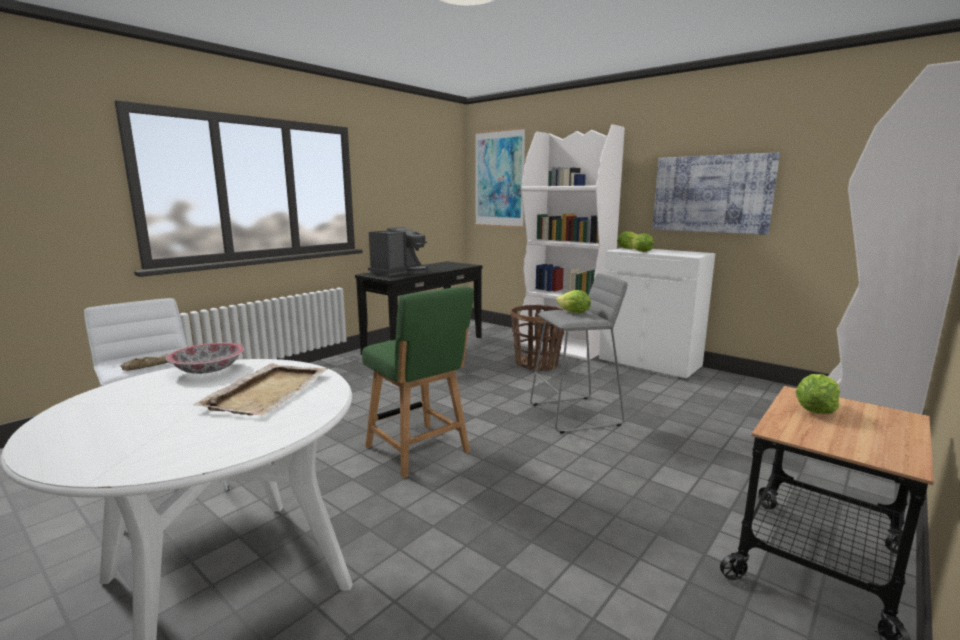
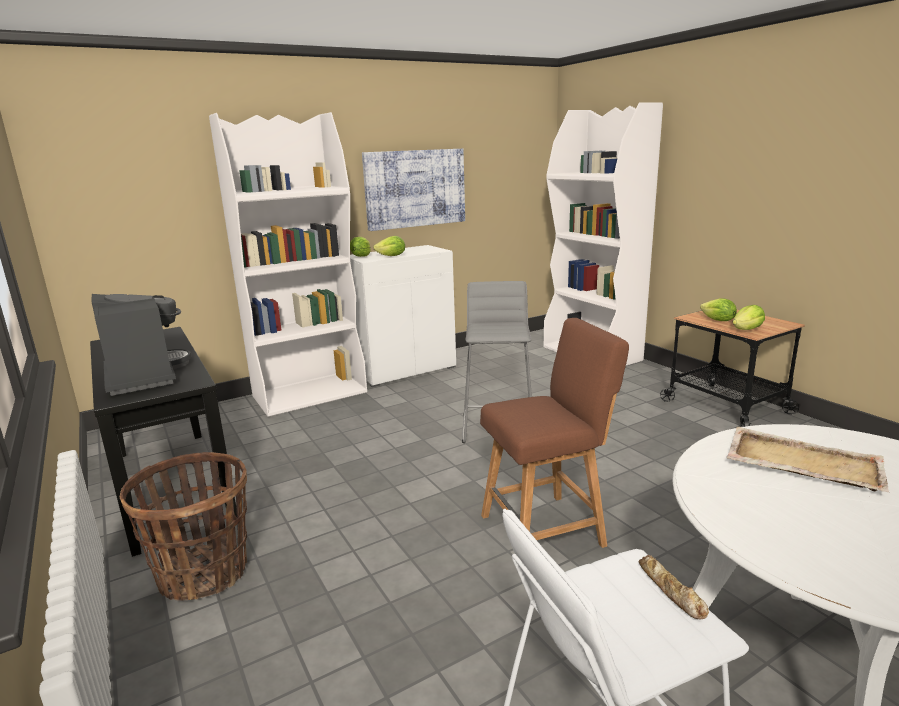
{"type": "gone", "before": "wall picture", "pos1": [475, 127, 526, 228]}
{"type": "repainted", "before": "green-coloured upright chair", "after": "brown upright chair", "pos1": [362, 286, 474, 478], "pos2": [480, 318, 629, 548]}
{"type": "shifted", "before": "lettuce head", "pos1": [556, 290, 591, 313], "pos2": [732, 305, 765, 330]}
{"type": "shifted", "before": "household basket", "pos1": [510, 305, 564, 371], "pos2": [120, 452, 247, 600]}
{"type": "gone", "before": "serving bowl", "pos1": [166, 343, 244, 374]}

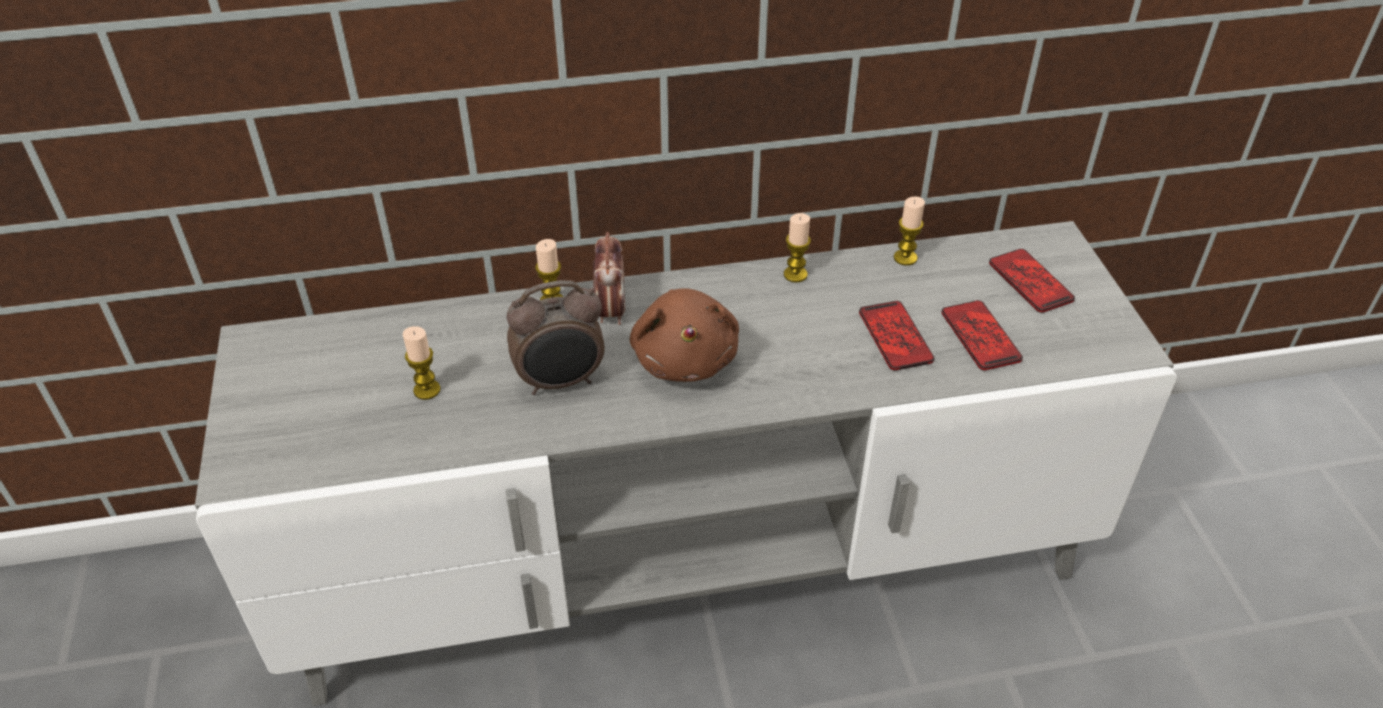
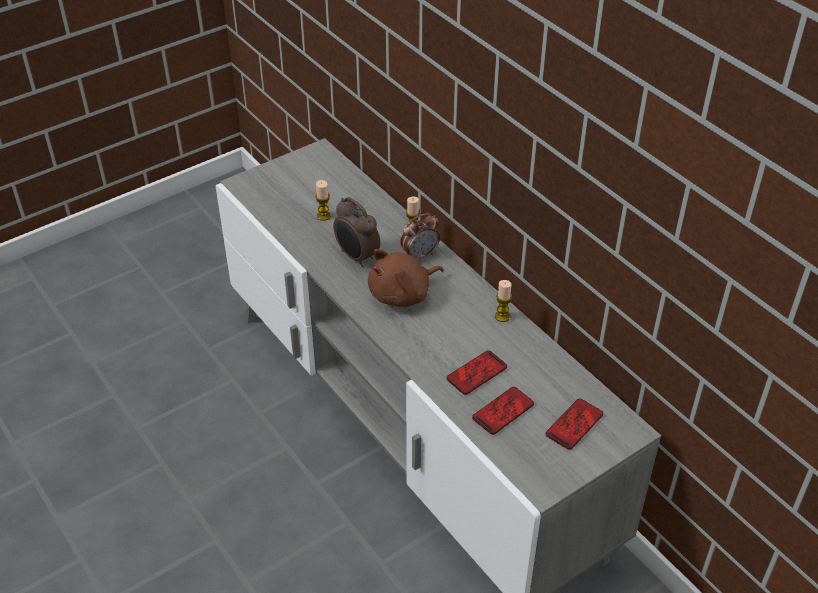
{"type": "gone", "before": "wax light", "pos1": [894, 196, 925, 266]}

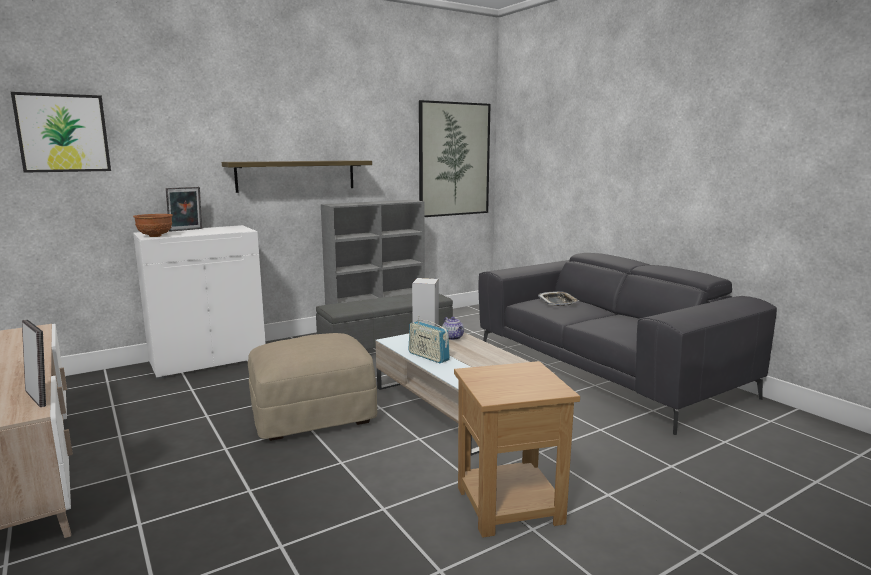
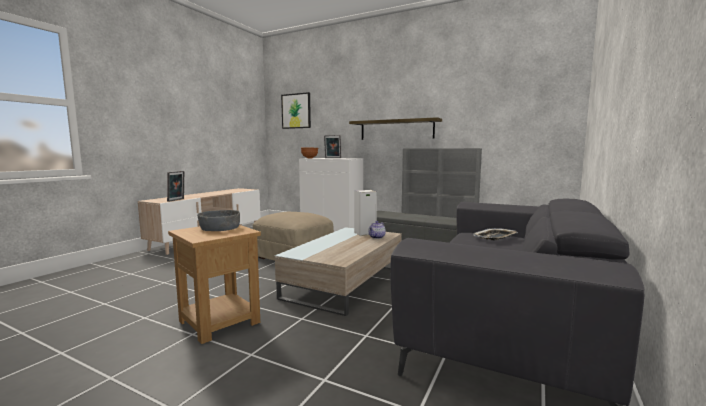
{"type": "gone", "before": "wall picture", "pos1": [419, 100, 491, 217]}
{"type": "gone", "before": "radio receiver", "pos1": [409, 315, 450, 363]}
{"type": "new", "after": "gray serving bowl", "pos2": [197, 210, 240, 231]}

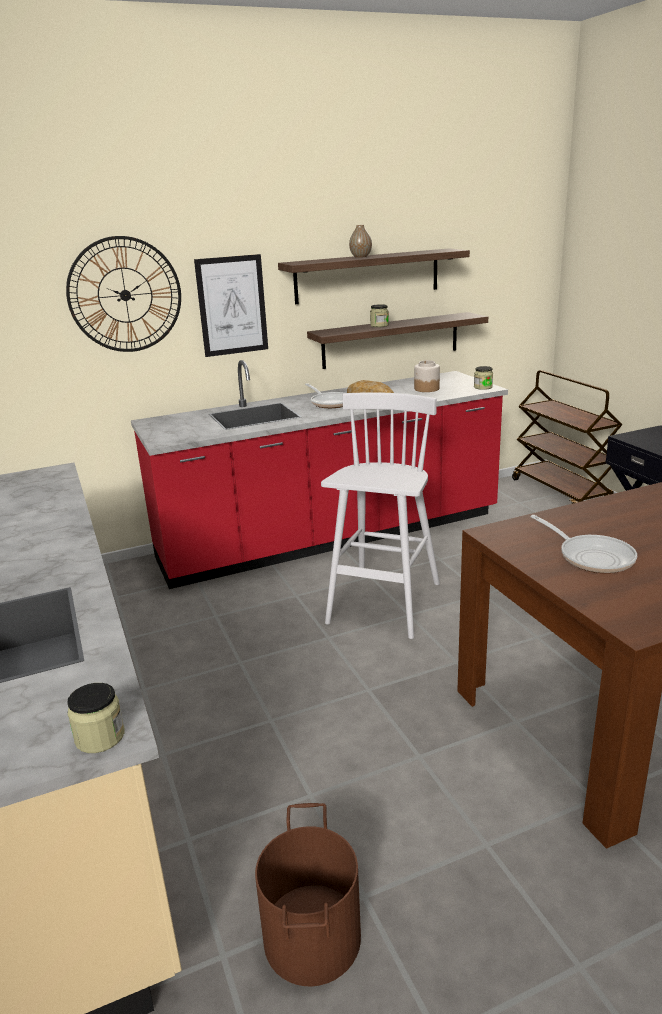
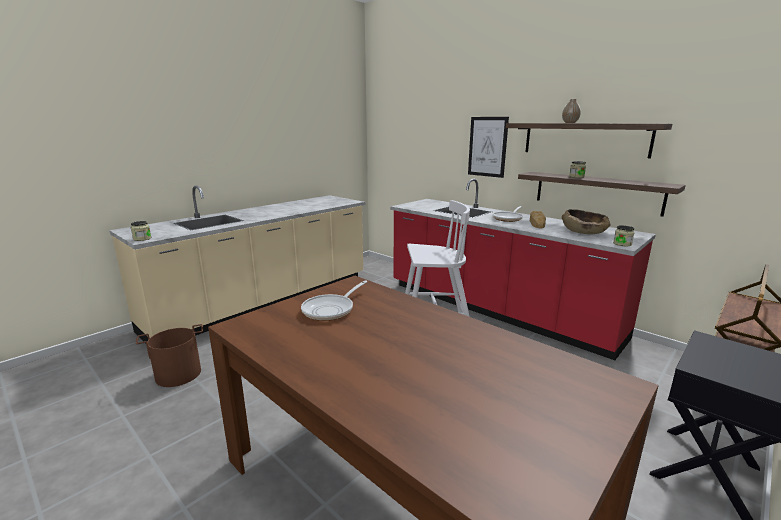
{"type": "gone", "before": "wall clock", "pos1": [66, 236, 181, 352]}
{"type": "swapped", "before": "jar", "after": "brown serving bowl", "pos1": [414, 360, 440, 392], "pos2": [562, 209, 611, 234]}

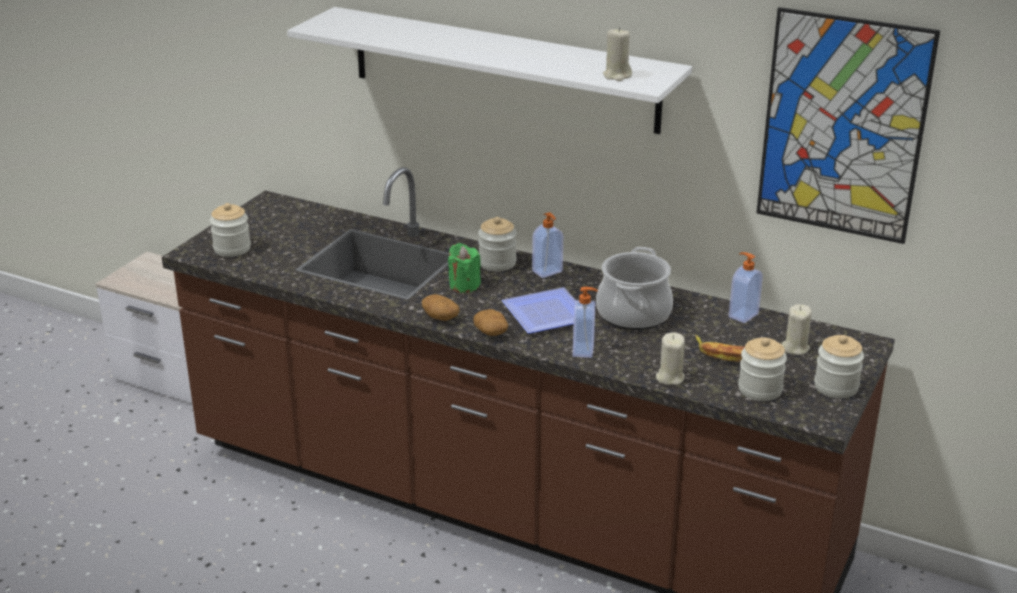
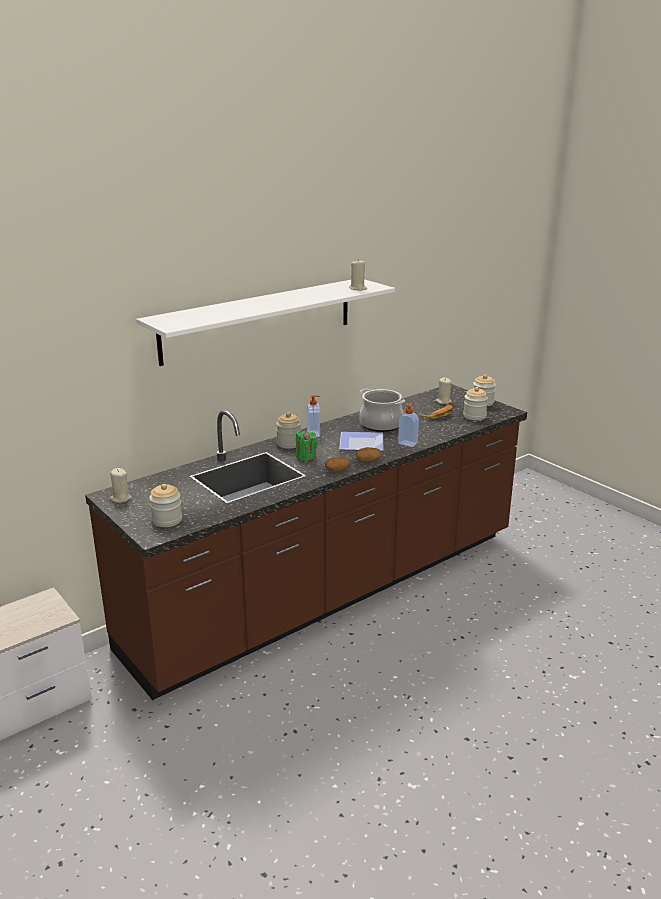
{"type": "gone", "before": "wall picture", "pos1": [757, 7, 940, 244]}
{"type": "gone", "before": "liquid soap bottle", "pos1": [729, 252, 763, 323]}
{"type": "shifted", "before": "beige wax light", "pos1": [656, 332, 685, 385], "pos2": [110, 468, 132, 503]}

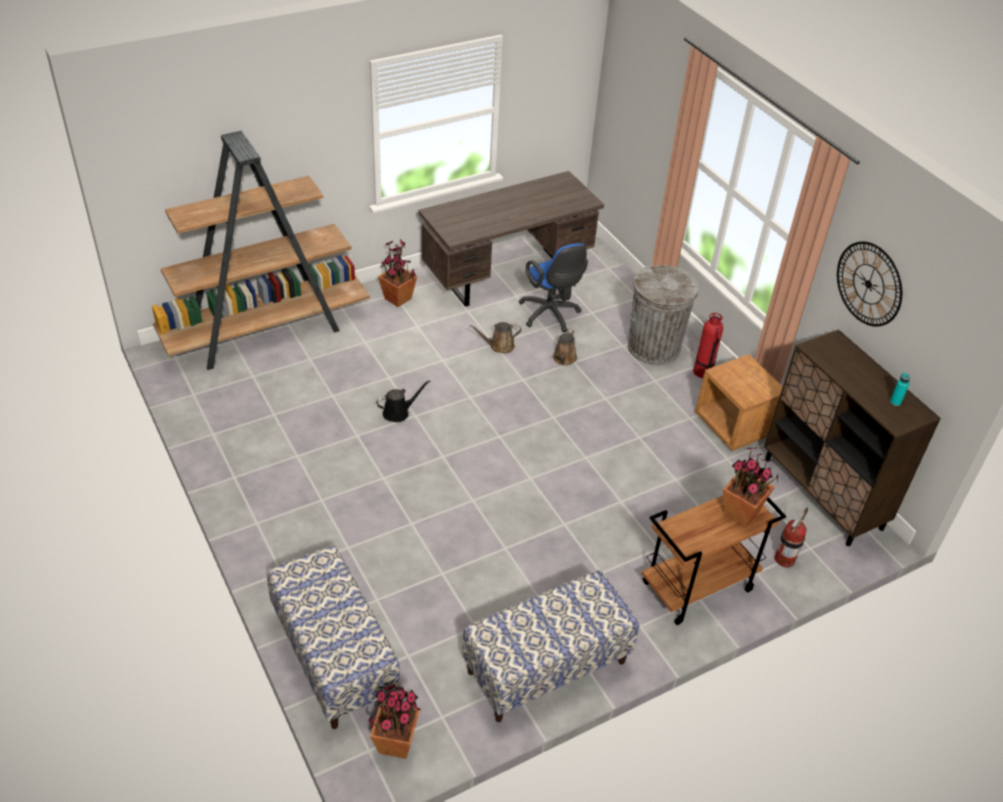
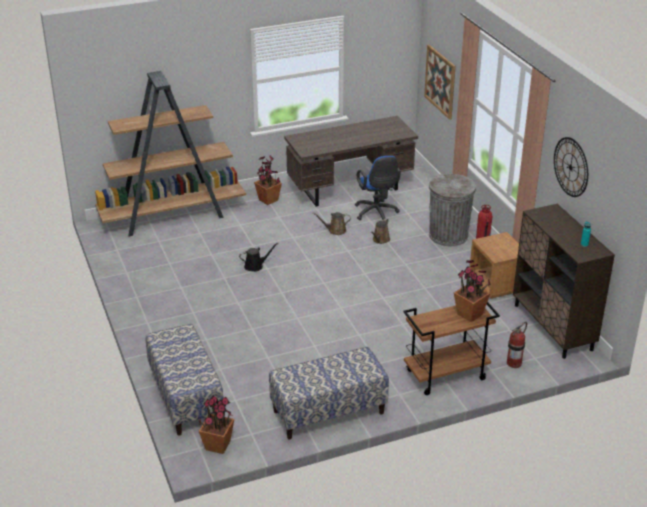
{"type": "new", "after": "wall picture", "pos2": [424, 45, 456, 120]}

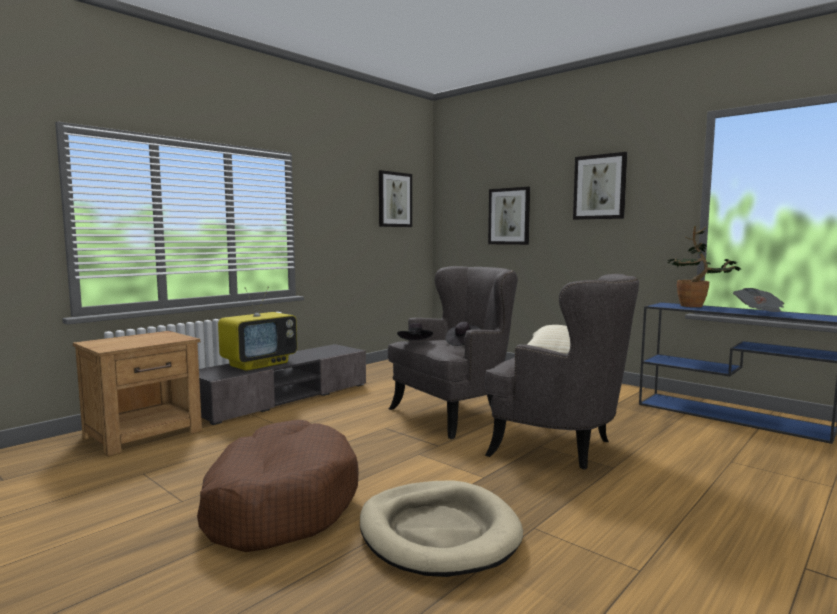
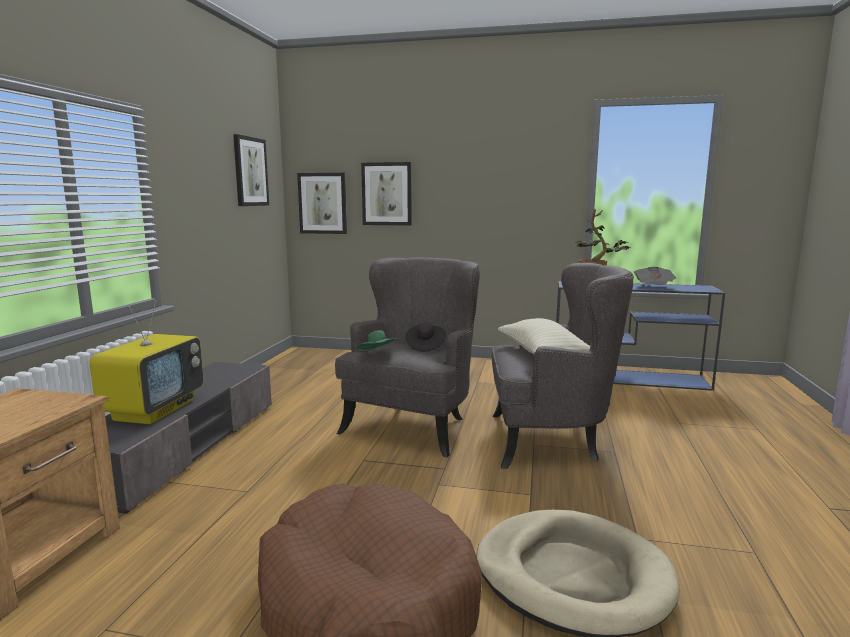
{"type": "shifted", "before": "wall picture", "pos1": [573, 152, 627, 220], "pos2": [297, 173, 347, 234]}
{"type": "repainted", "before": "black-coloured wearable hat", "after": "green-coloured wearable hat", "pos1": [397, 323, 433, 341], "pos2": [356, 331, 397, 351]}

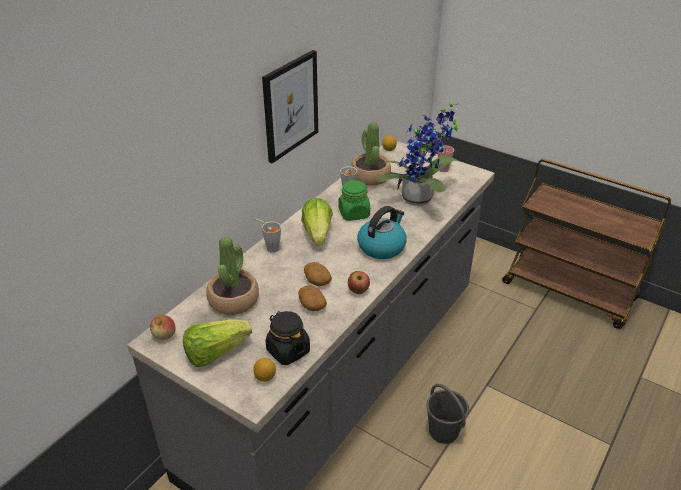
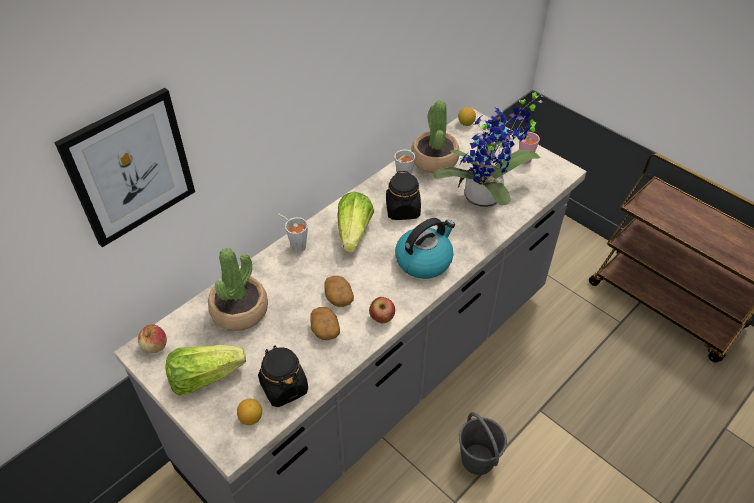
{"type": "shifted", "before": "wall picture", "pos1": [262, 50, 318, 163], "pos2": [54, 88, 195, 247]}
{"type": "repainted", "before": "green-coloured jar", "after": "black-coloured jar", "pos1": [338, 179, 370, 221], "pos2": [386, 171, 421, 220]}

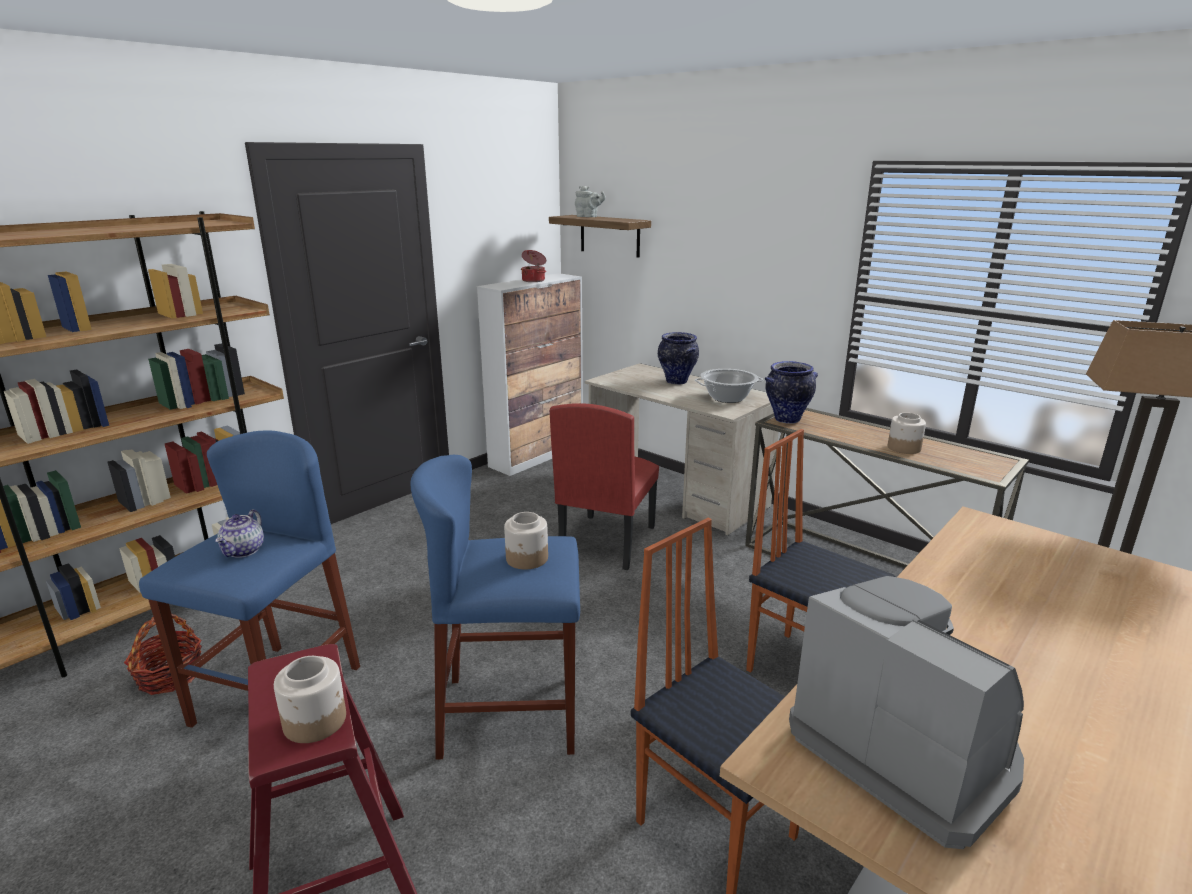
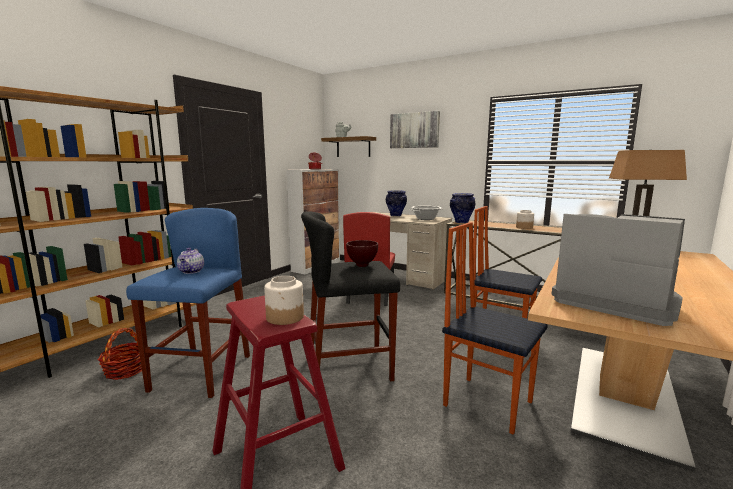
{"type": "repainted", "before": "bluish stool seat", "after": "black-coloured stool seat", "pos1": [410, 455, 580, 760], "pos2": [301, 211, 400, 387]}
{"type": "swapped", "before": "jar", "after": "brown serving bowl", "pos1": [504, 512, 548, 570], "pos2": [346, 240, 378, 267]}
{"type": "new", "after": "wall picture", "pos2": [390, 111, 440, 148]}

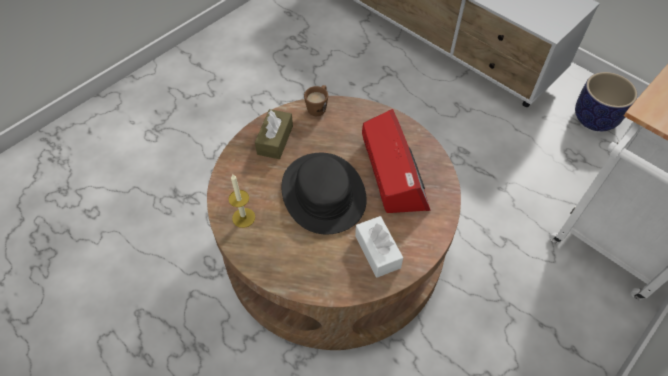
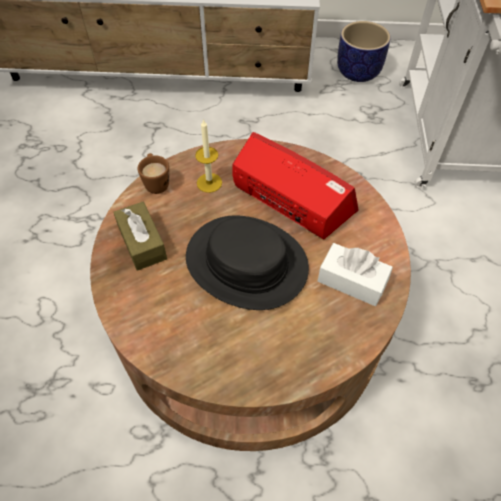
{"type": "shifted", "before": "wax light", "pos1": [228, 174, 255, 228], "pos2": [195, 119, 222, 193]}

